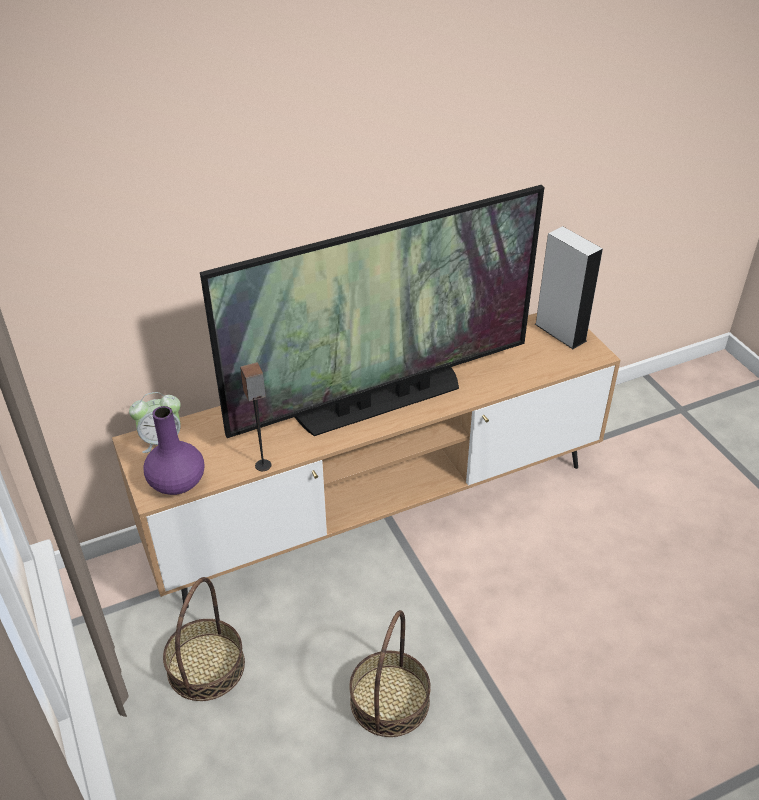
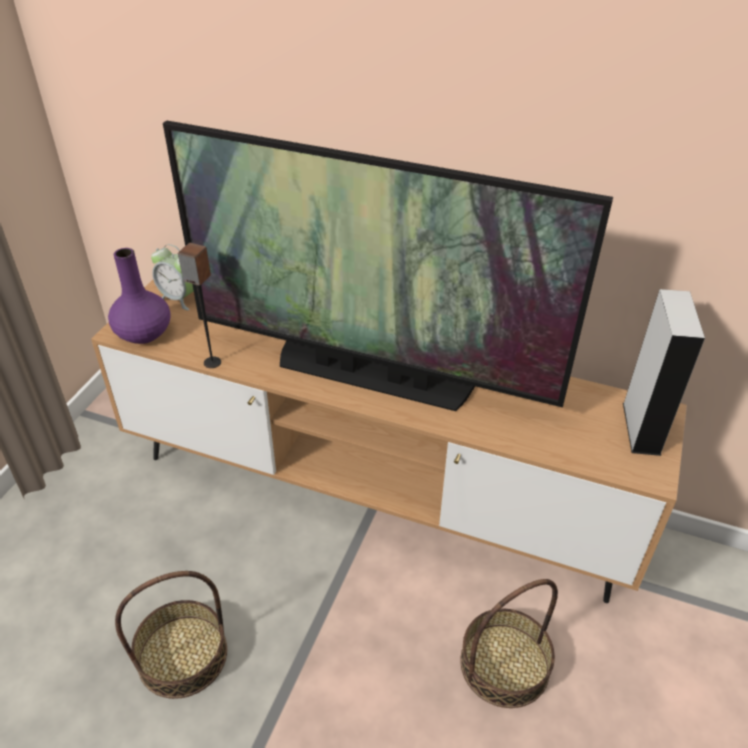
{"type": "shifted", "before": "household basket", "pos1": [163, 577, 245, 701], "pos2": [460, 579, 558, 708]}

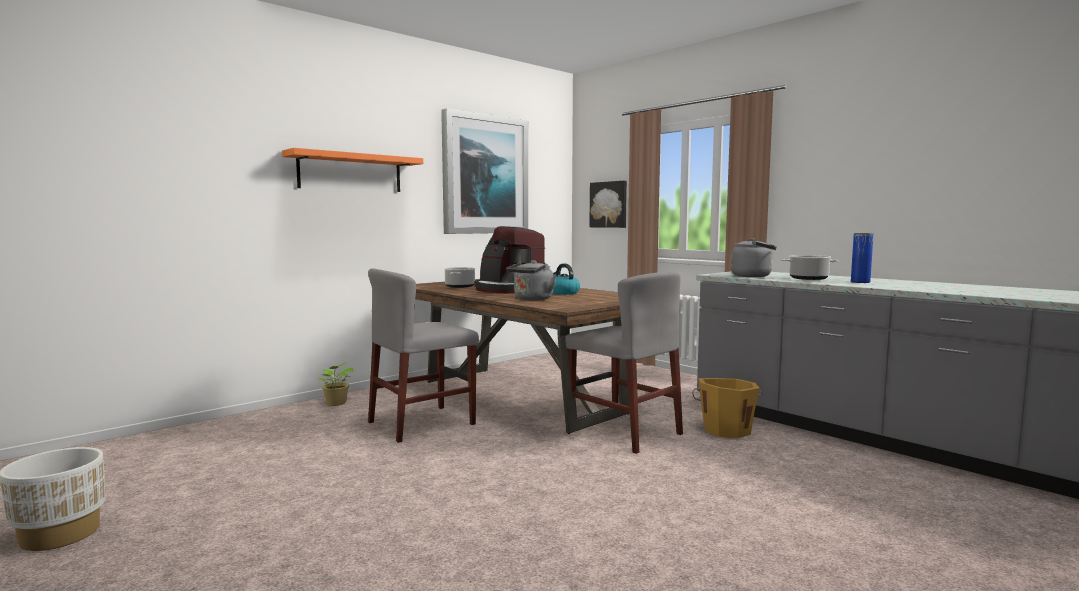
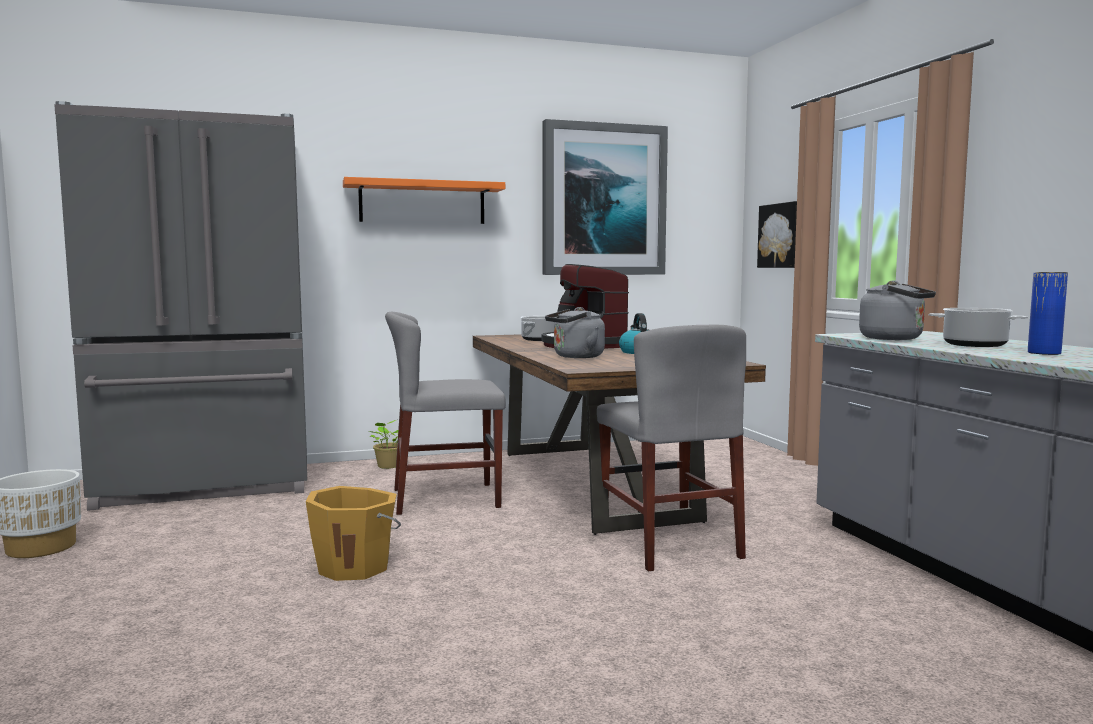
{"type": "shifted", "before": "orange bucket", "pos1": [692, 378, 763, 438], "pos2": [306, 486, 401, 581]}
{"type": "new", "after": "gray refrigerator", "pos2": [54, 101, 307, 511]}

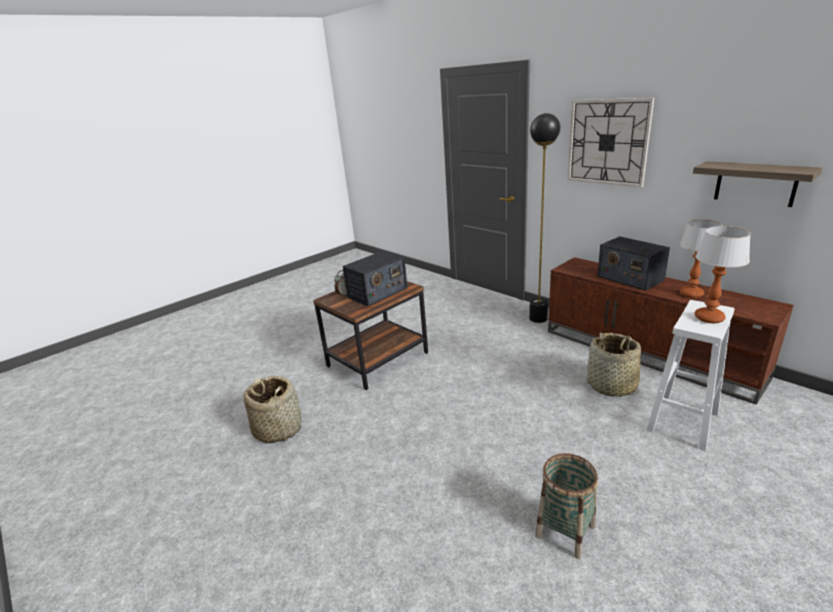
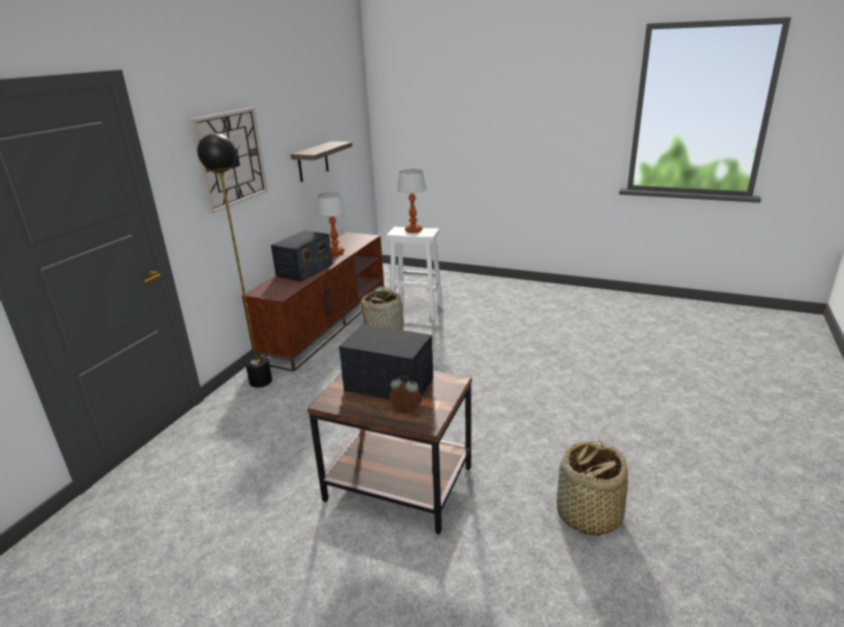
{"type": "gone", "before": "household basket", "pos1": [535, 453, 598, 559]}

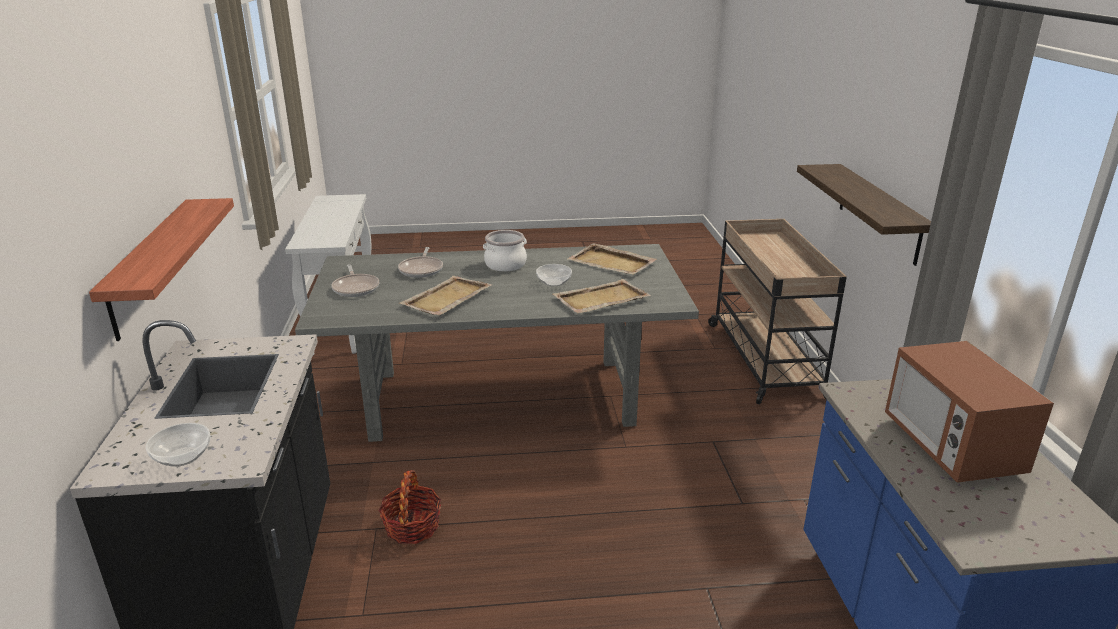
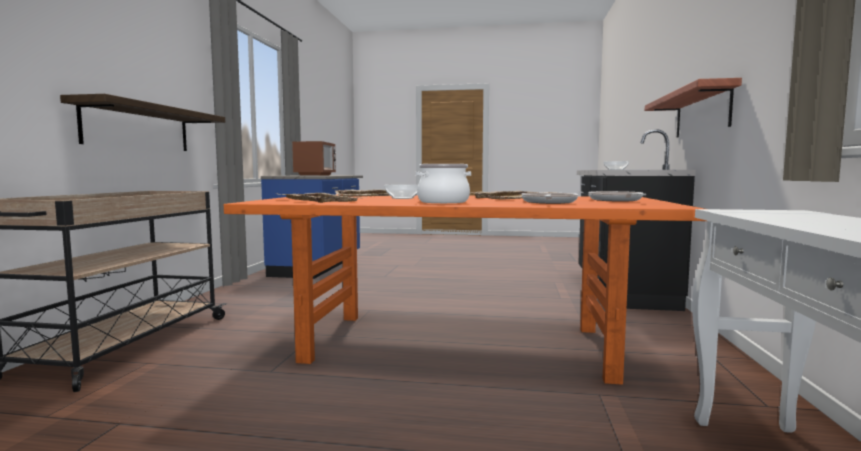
{"type": "repainted", "before": "gray kitchen table", "after": "orange kitchen table", "pos1": [295, 244, 699, 442], "pos2": [224, 195, 706, 385]}
{"type": "gone", "before": "household basket", "pos1": [378, 470, 441, 544]}

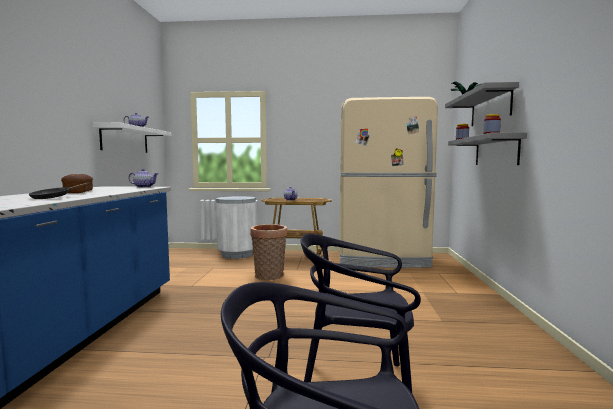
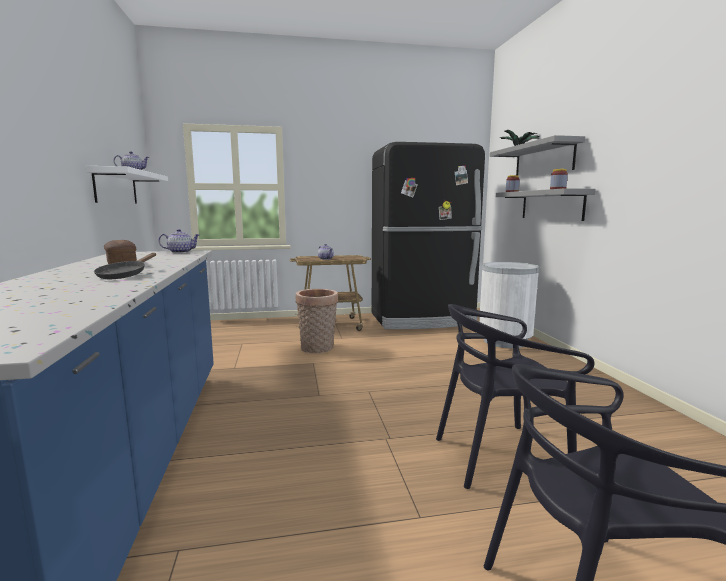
{"type": "repainted", "before": "beige refrigerator", "after": "black-coloured refrigerator", "pos1": [339, 97, 438, 268], "pos2": [372, 142, 485, 329]}
{"type": "shifted", "before": "whitish waste bin", "pos1": [216, 196, 256, 259], "pos2": [479, 262, 539, 348]}

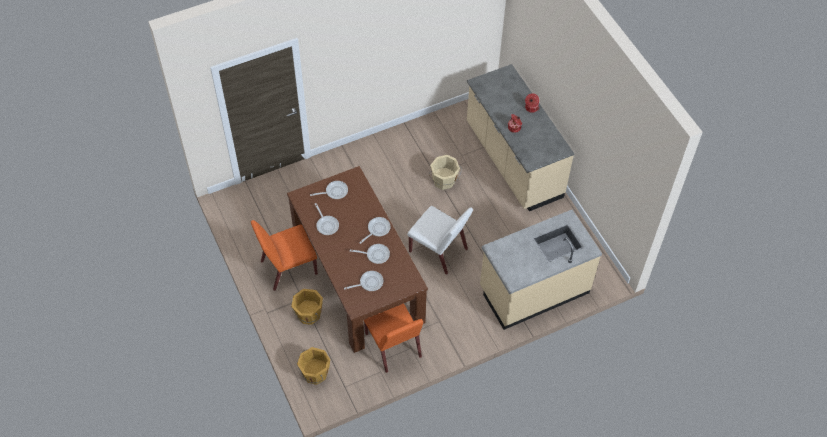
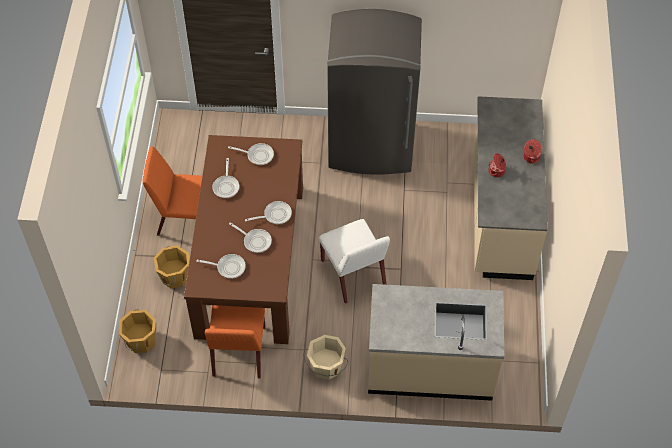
{"type": "shifted", "before": "beige bucket", "pos1": [429, 155, 461, 190], "pos2": [303, 335, 348, 380]}
{"type": "new", "after": "gray refrigerator", "pos2": [327, 9, 422, 175]}

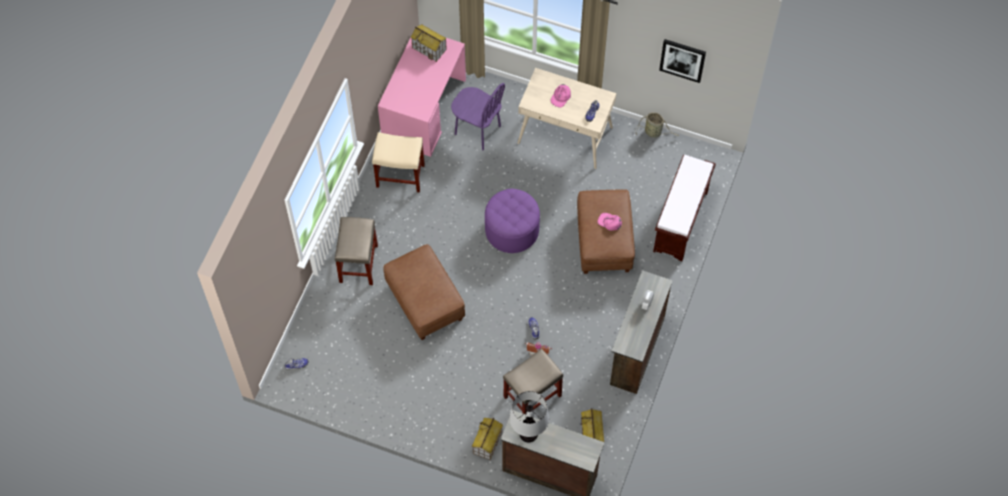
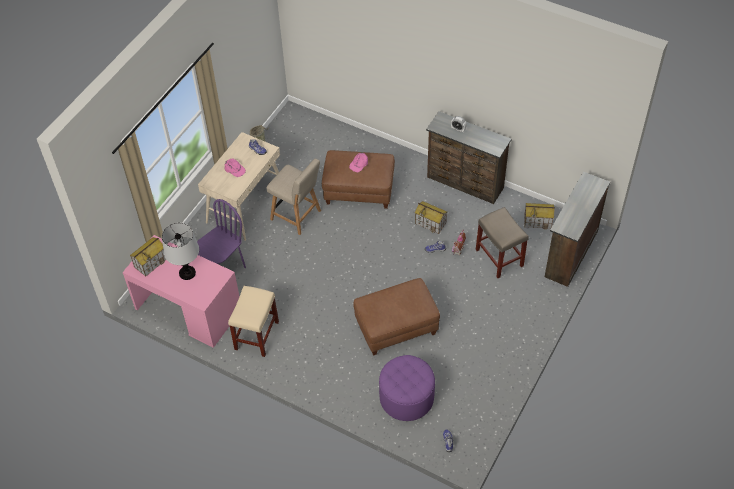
{"type": "gone", "before": "wall picture", "pos1": [659, 39, 706, 83]}
{"type": "gone", "before": "brown indoor bench", "pos1": [653, 154, 716, 261]}
{"type": "shifted", "before": "purple-coloured ottoman", "pos1": [485, 189, 540, 253], "pos2": [379, 355, 435, 421]}
{"type": "gone", "before": "beige stool seat", "pos1": [335, 217, 378, 285]}
{"type": "shifted", "before": "table lamp", "pos1": [509, 391, 549, 442], "pos2": [162, 223, 199, 280]}
{"type": "shifted", "before": "miniature house", "pos1": [472, 418, 503, 460], "pos2": [415, 201, 447, 234]}
{"type": "new", "after": "beige upright chair", "pos2": [267, 159, 321, 235]}

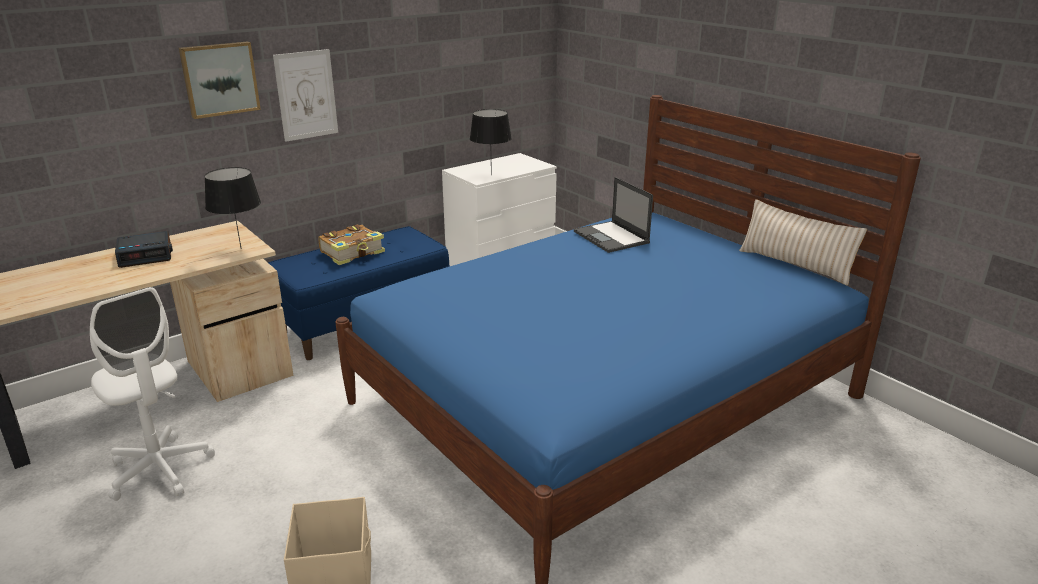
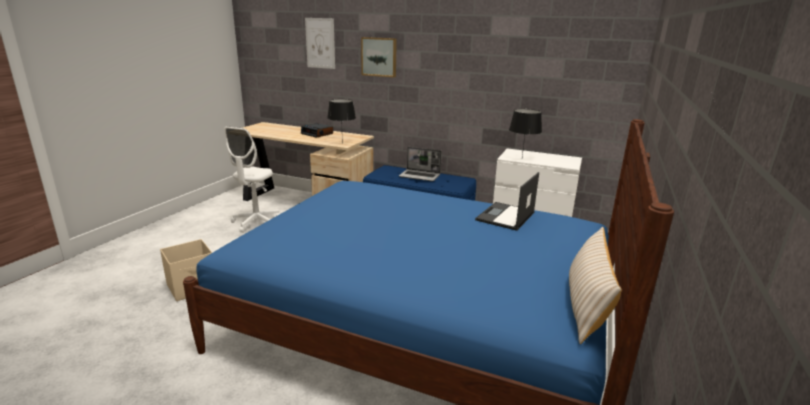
{"type": "shifted", "before": "wall picture", "pos1": [273, 49, 338, 142], "pos2": [305, 18, 335, 69]}
{"type": "swapped", "before": "book", "after": "laptop", "pos1": [318, 224, 385, 265], "pos2": [399, 147, 442, 181]}

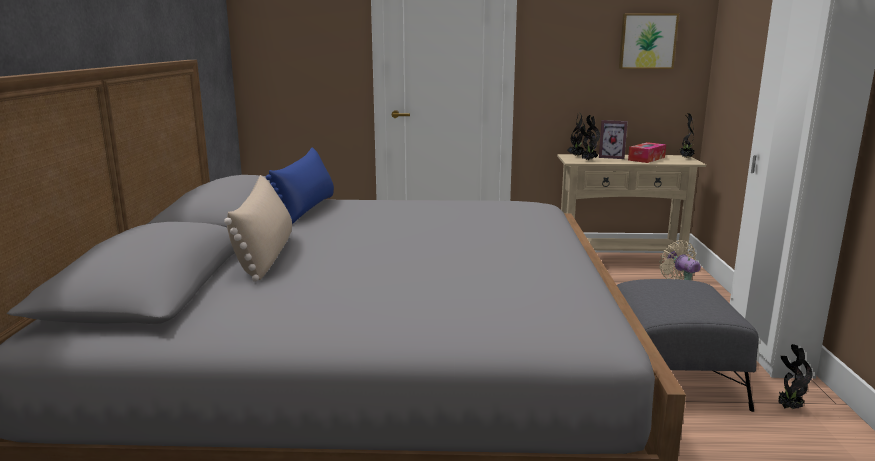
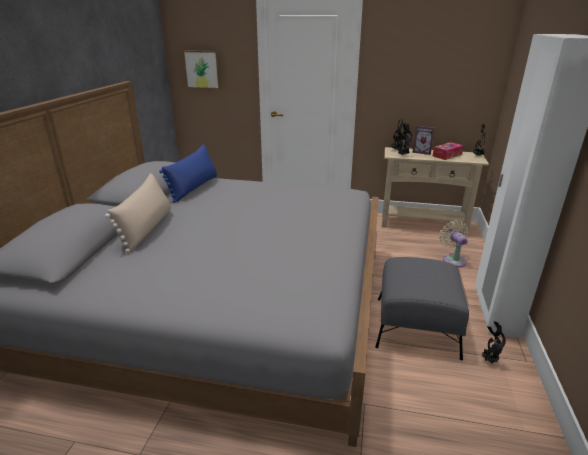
{"type": "shifted", "before": "wall picture", "pos1": [619, 14, 679, 69], "pos2": [183, 50, 221, 89]}

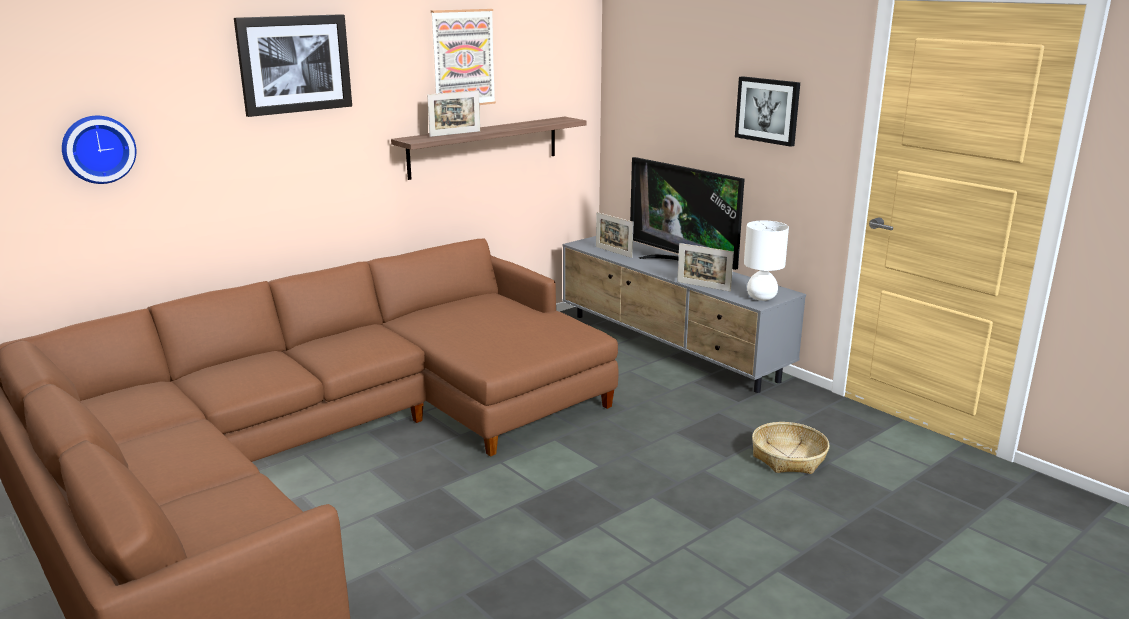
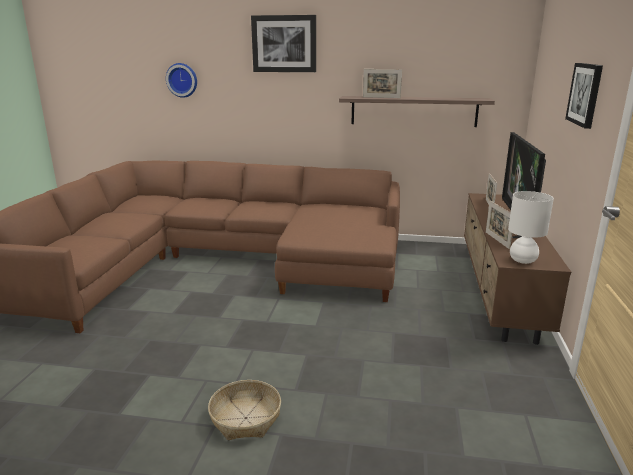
{"type": "gone", "before": "wall picture", "pos1": [431, 9, 496, 105]}
{"type": "repainted", "before": "gray tv stand", "after": "brown tv stand", "pos1": [562, 236, 806, 393], "pos2": [464, 193, 571, 345]}
{"type": "shifted", "before": "household basket", "pos1": [752, 422, 830, 474], "pos2": [208, 380, 281, 440]}

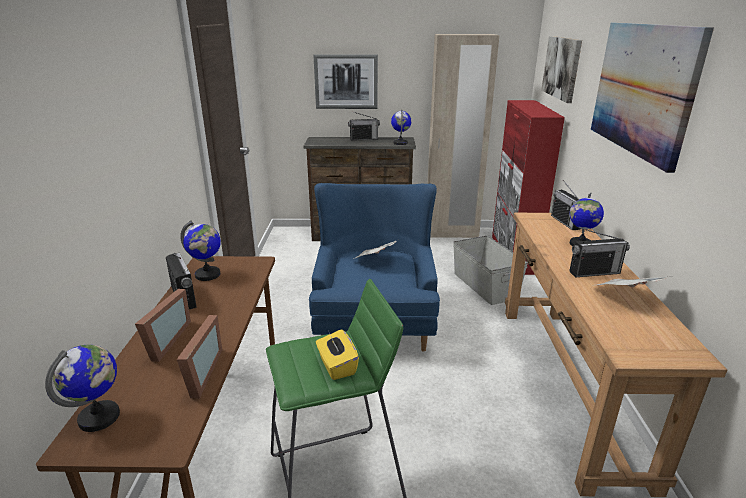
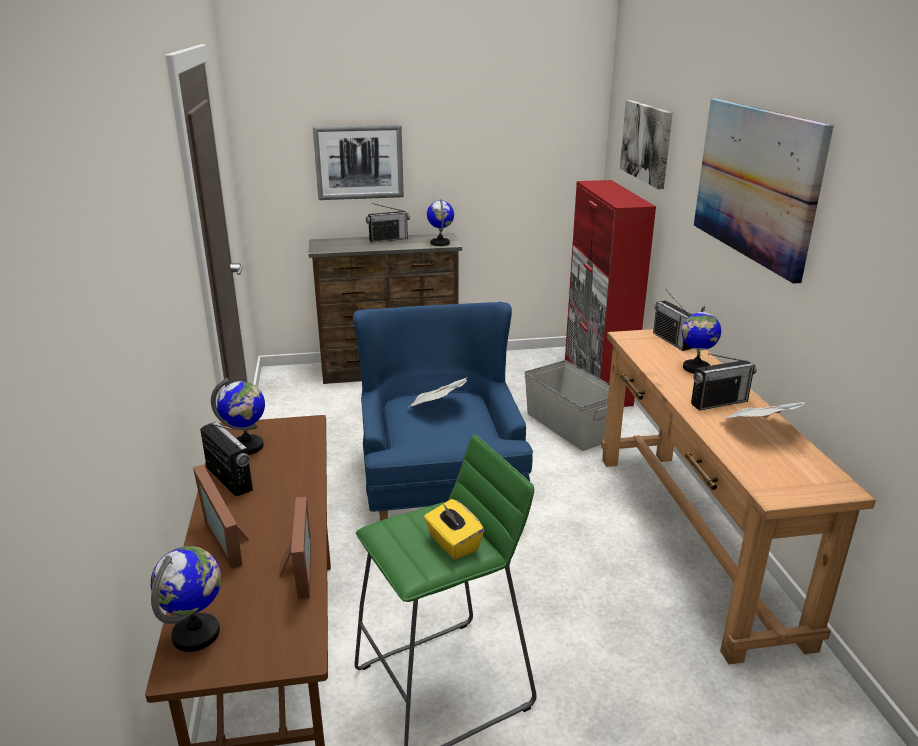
{"type": "gone", "before": "beige clothes cupboard", "pos1": [427, 34, 499, 238]}
{"type": "rotated", "before": "photo frame", "pos1": [135, 289, 191, 362], "pos2": [193, 464, 249, 569], "turn": 150}

